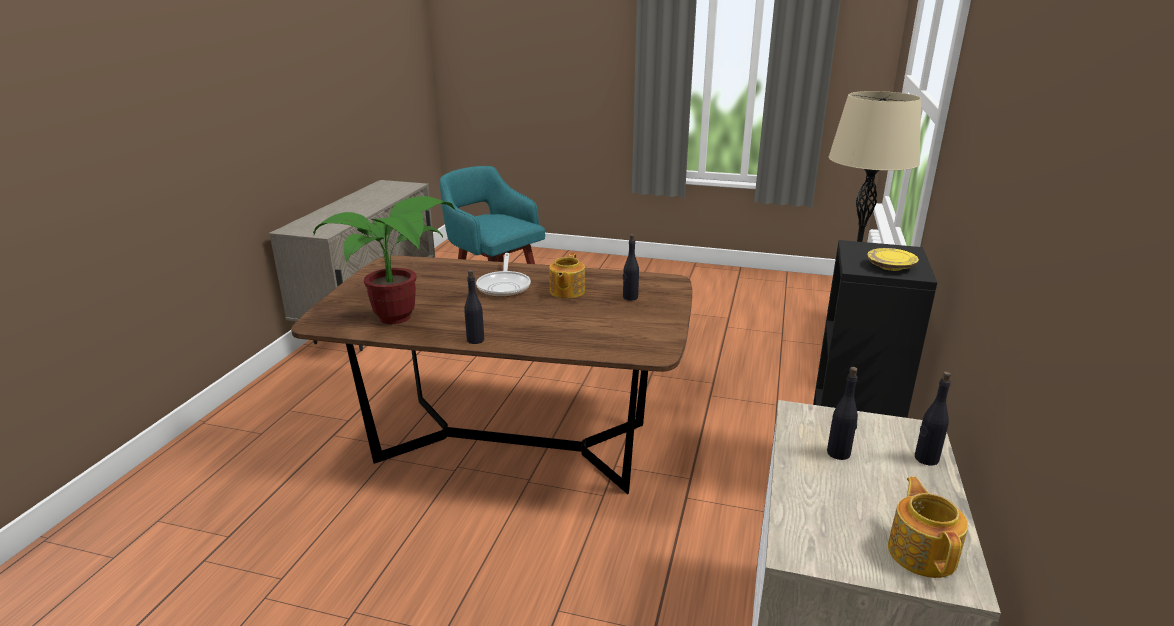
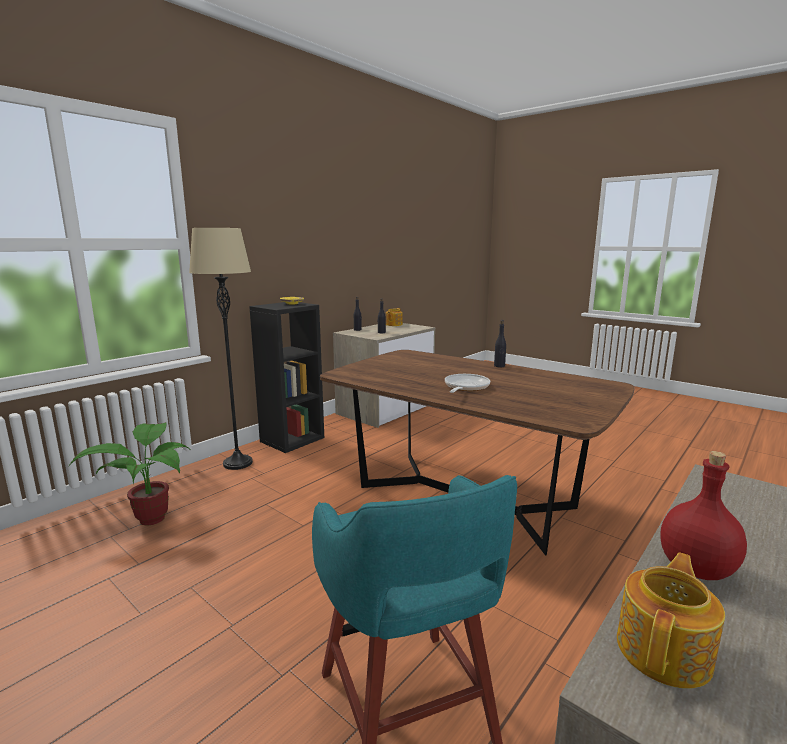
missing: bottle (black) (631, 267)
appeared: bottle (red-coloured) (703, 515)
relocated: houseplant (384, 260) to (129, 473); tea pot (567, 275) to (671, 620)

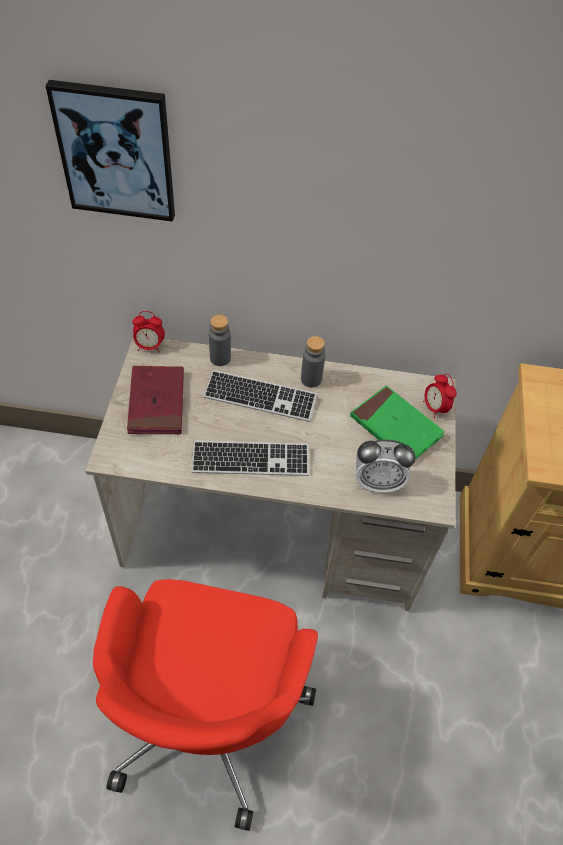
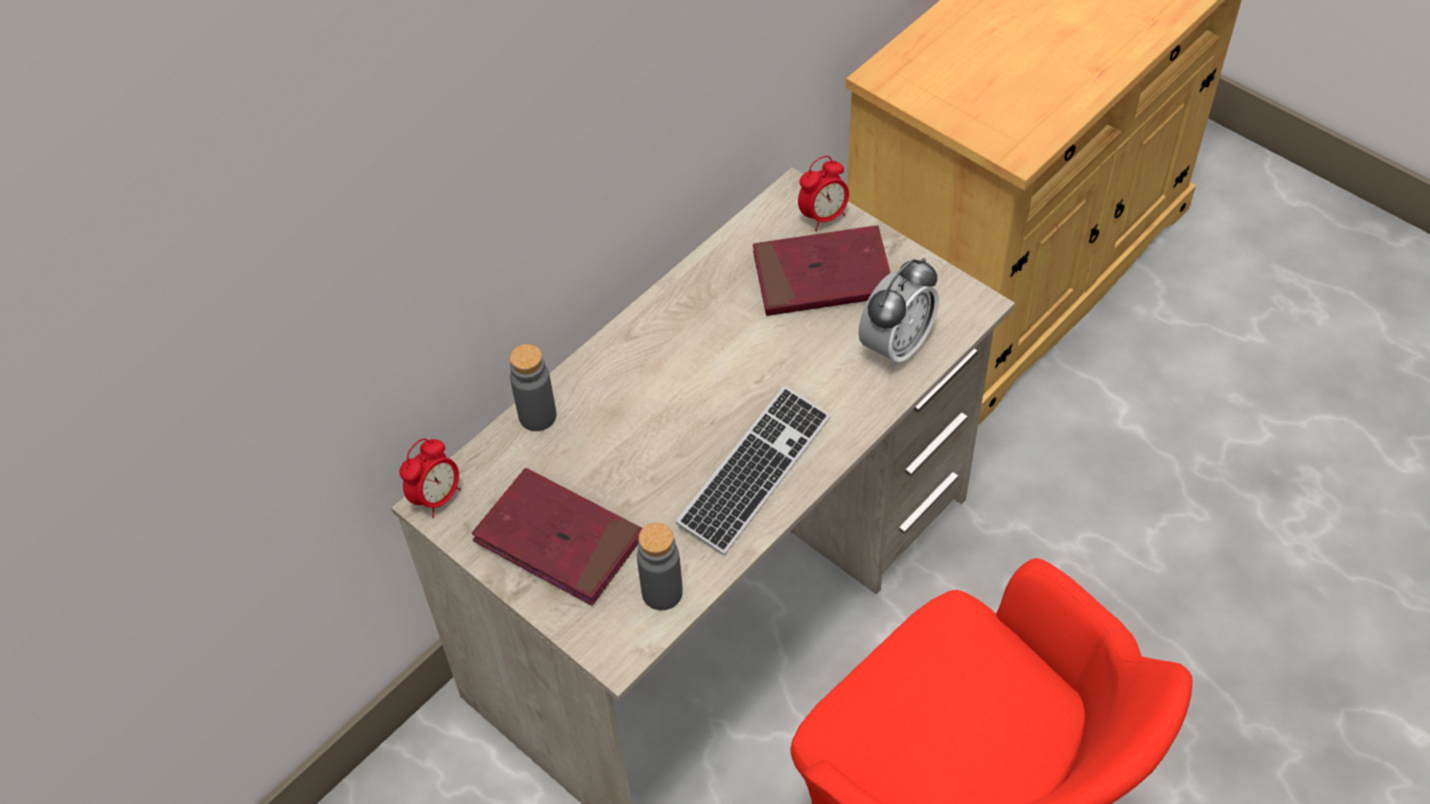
missing: picture (110, 151); keyboard (260, 396)
relocated: bottle (gray) (313, 362) to (660, 566)
colour: volume (green) (397, 422) to volume (red-coloured) (821, 270)
spun: table clock (440, 396) = (823, 193) 45 degrees counterclockwise

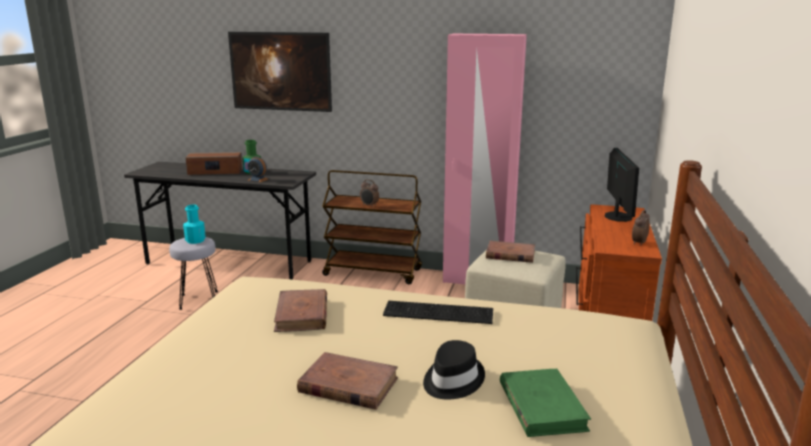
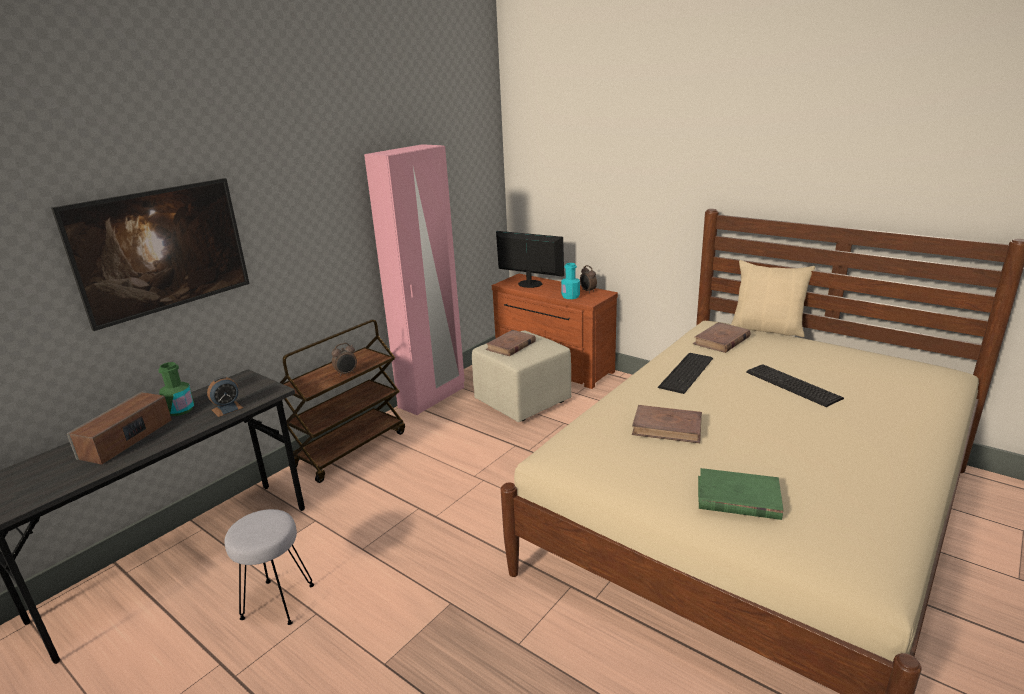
appeared: cushion (beige) (773, 298)
relocated: bottle (turquoise) (194, 224) to (570, 281); volume (brownish) (347, 381) to (722, 337); volume (green) (545, 403) to (740, 494)
exchanged: clothing hat (black) (454, 369) to keyboard (795, 385)

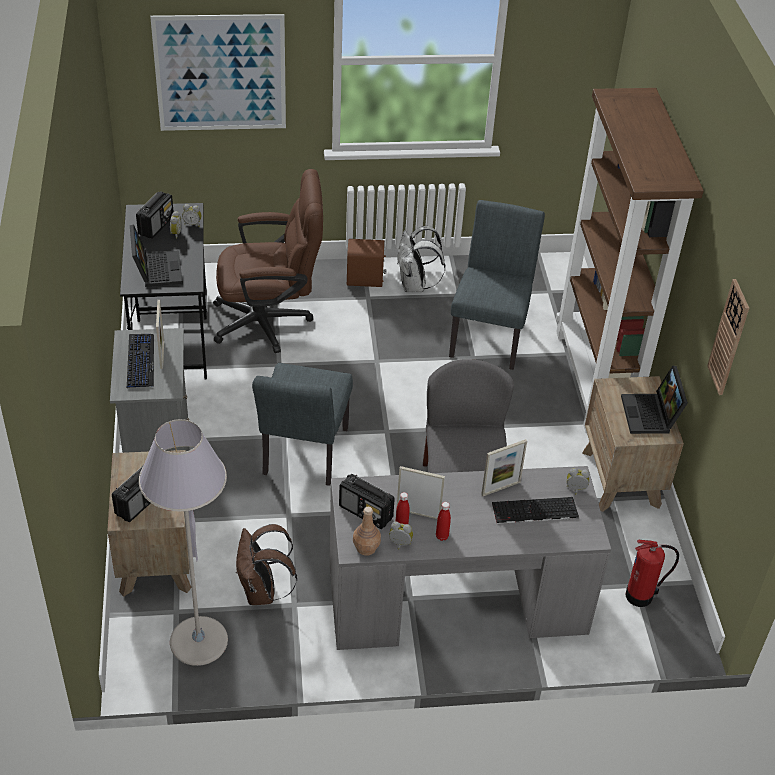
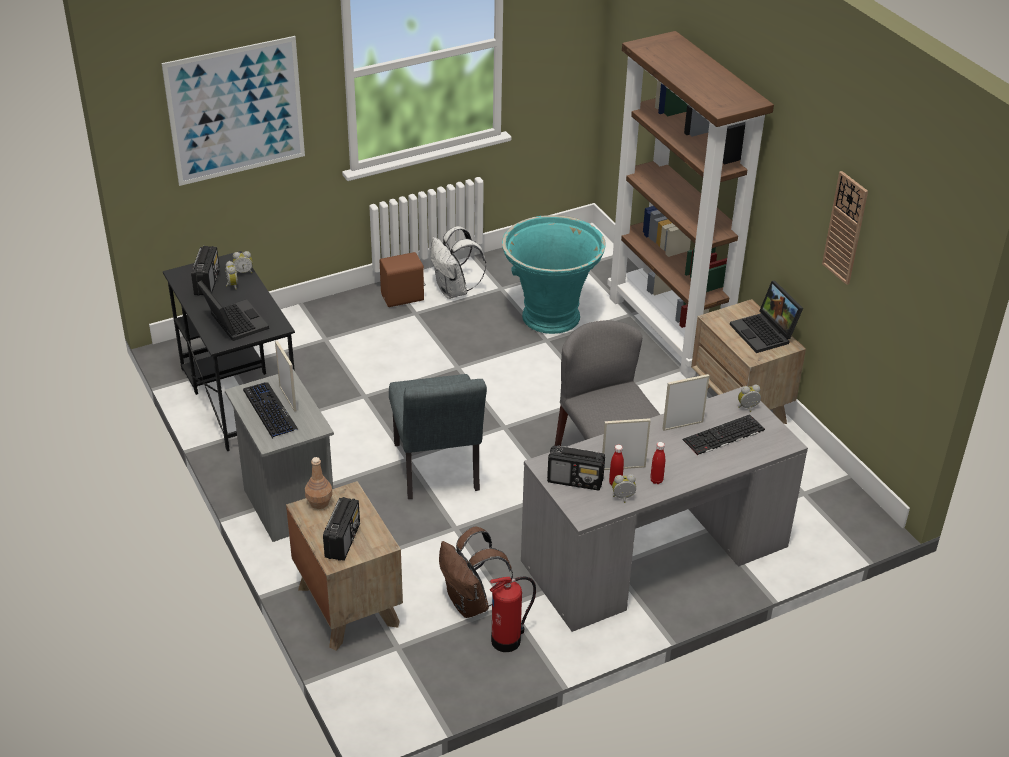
missing: standing lamp (gray) (183, 542); desk chair (brownish) (268, 261)
relocated: bottle (brownish) (367, 531) to (319, 483); extinguisher (652, 573) to (513, 614)
exchanged: upright chair (gray) (497, 285) to flower pot (turquoise) (554, 274)
spun: photo frame (504, 467) = (685, 402) 150 degrees counterclockwise

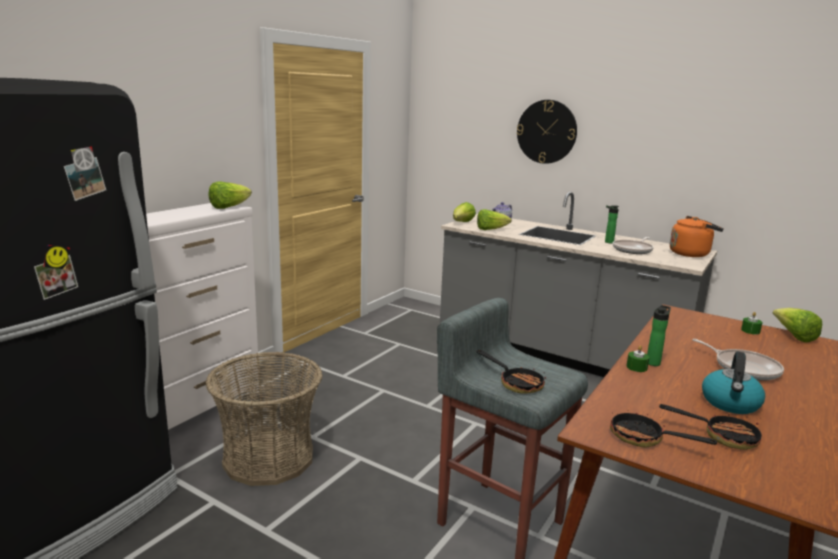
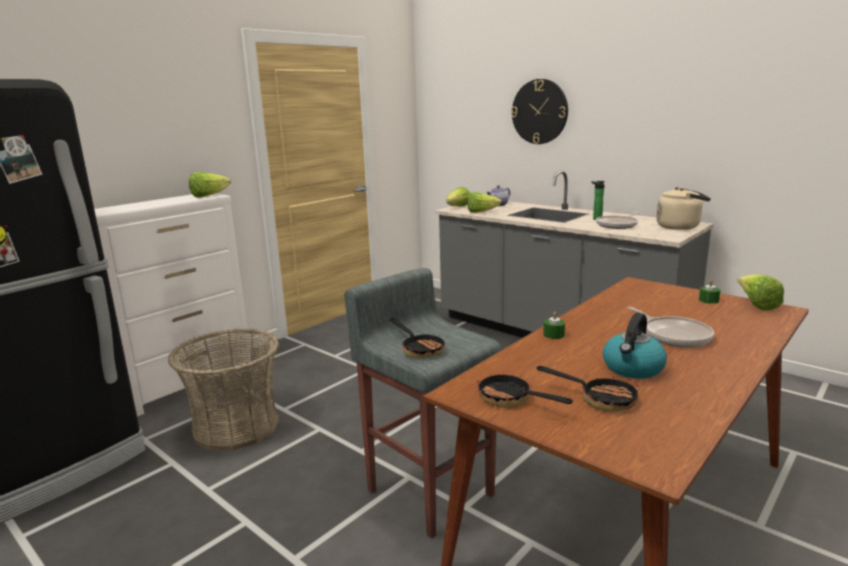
missing: bottle (659, 335)
colour: water kettle (orangey) (696, 236) to water kettle (beige) (684, 208)

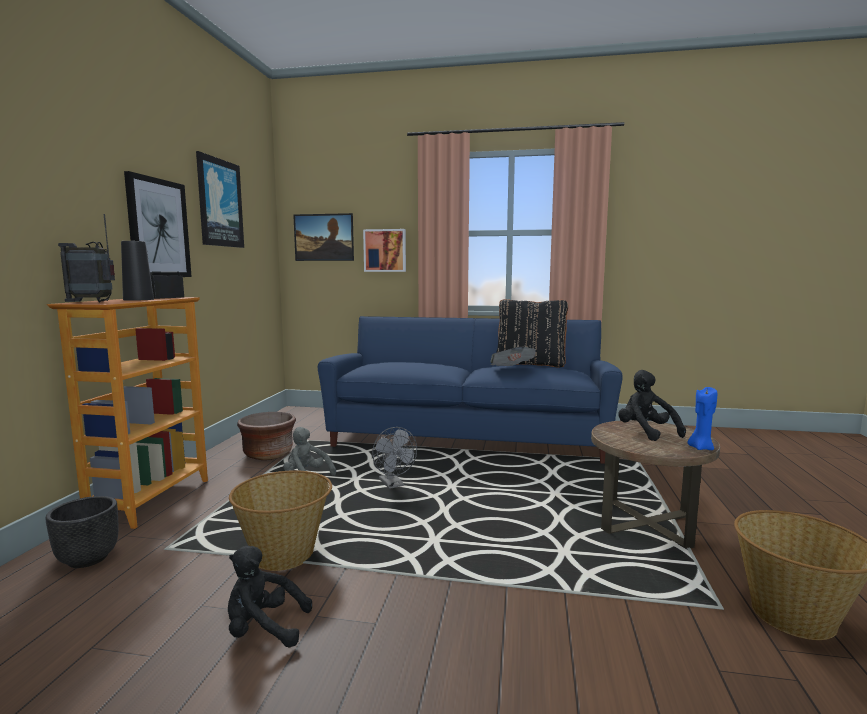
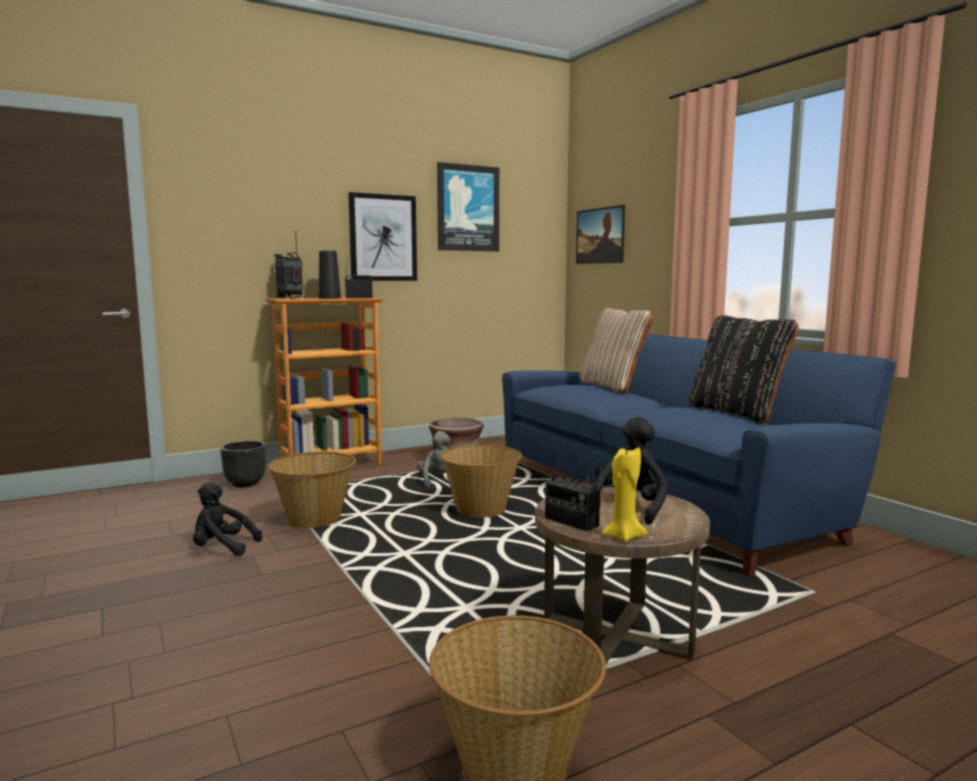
missing: picture (384, 250); newspaper (513, 356)
appeared: radio set (572, 490); cushion (beige) (616, 350)
exchanged: cooling fan (gray) (394, 458) to storage basket (481, 481)
colour: wax candle (blue-coloured) (702, 418) to wax candle (yellowish) (624, 494)
spun: cuddly toy (black) (270, 596) = (227, 519) 45 degrees counterclockwise

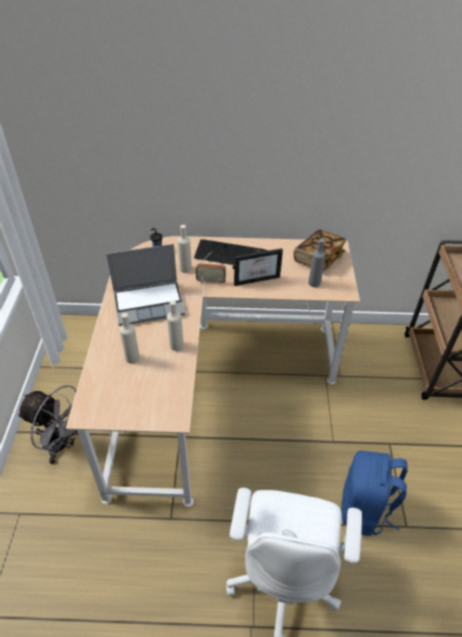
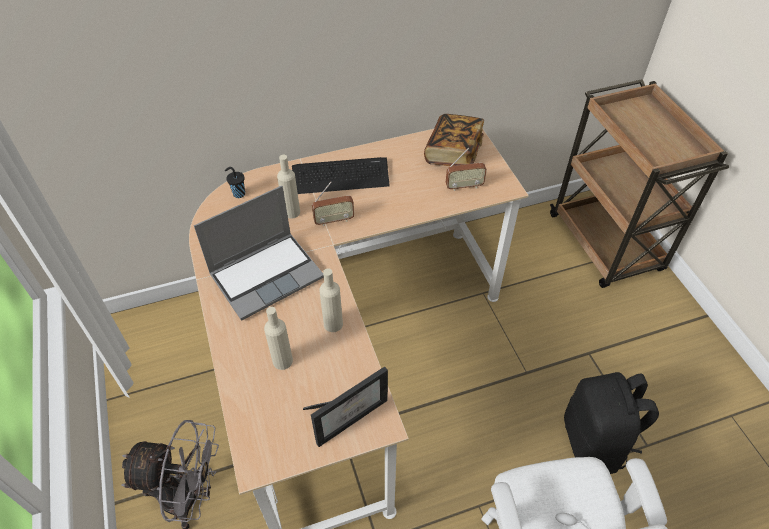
relocated: photo frame (258, 267) to (345, 406)
exchanged: bottle (gray) (317, 263) to radio set (466, 169)
colour: rucksack (blue-coloured) (374, 493) to rucksack (black) (611, 423)

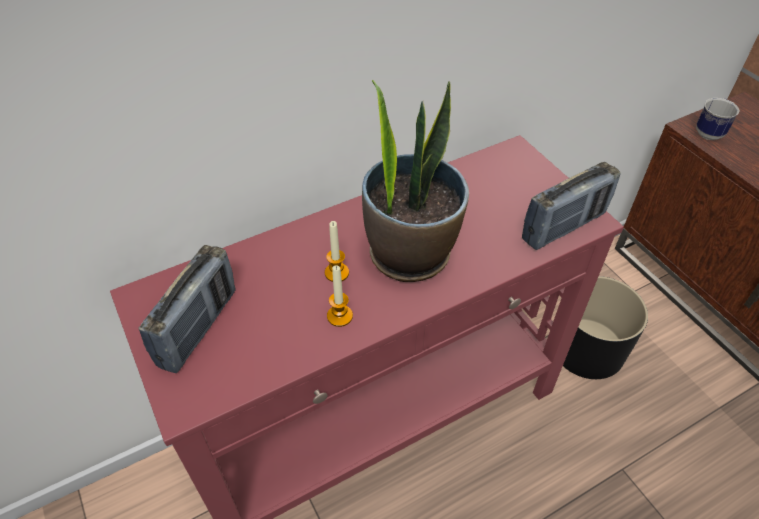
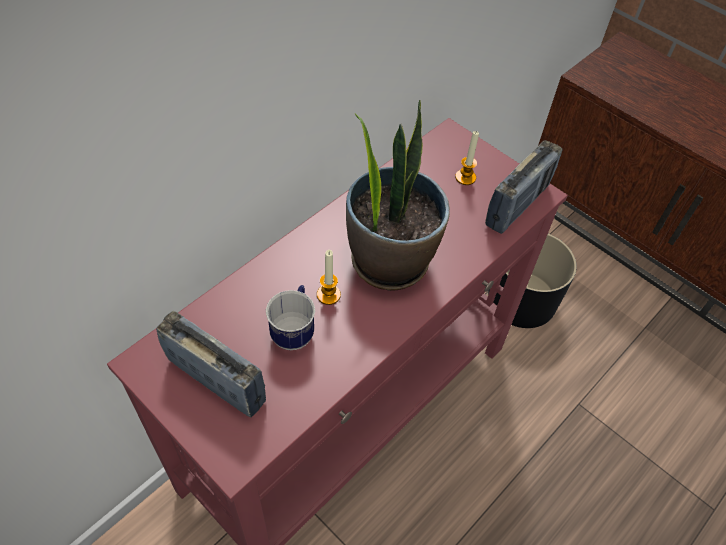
relocated: coffee mug (718, 119) to (290, 317); wax candle (340, 296) to (467, 158)
spun: radio set (187, 309) = (211, 364) 60 degrees counterclockwise

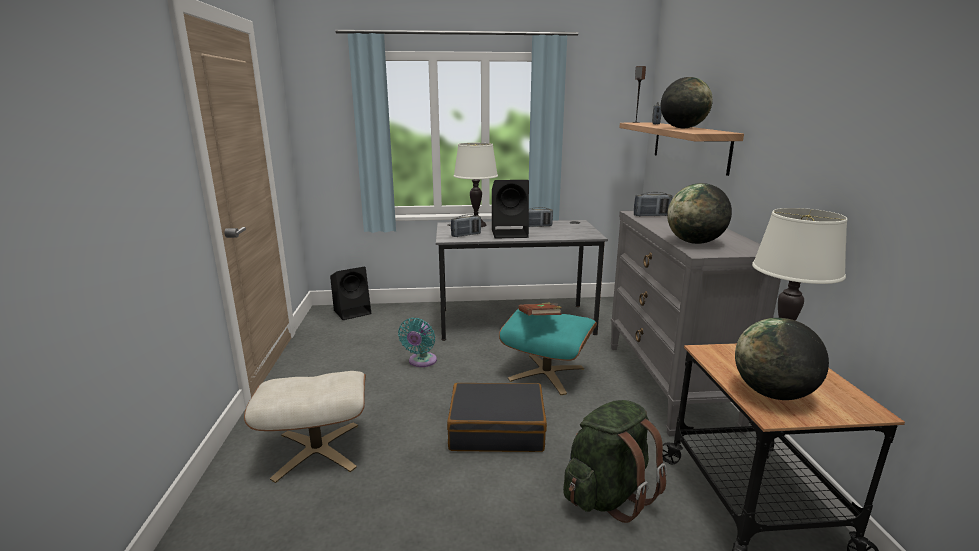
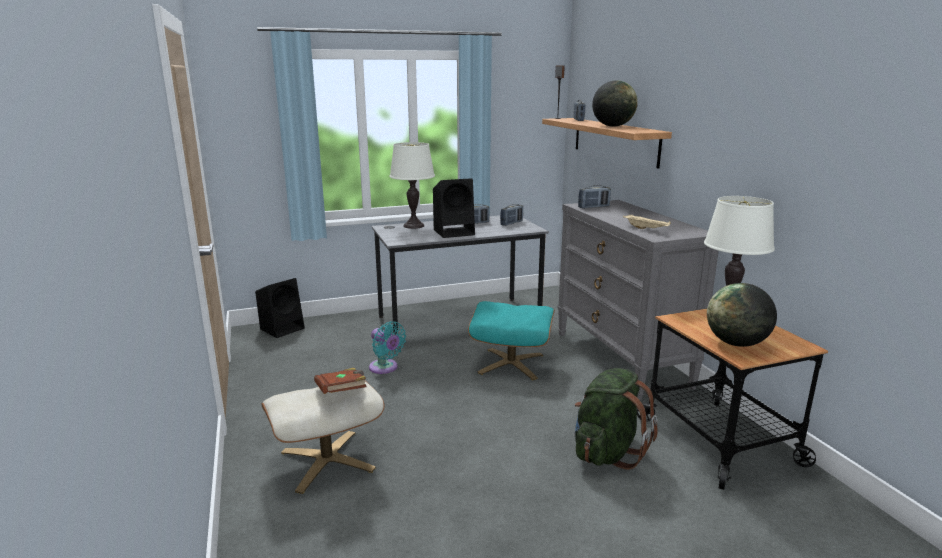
missing: suitcase (black) (497, 417)
relocated: volume (brownish) (540, 309) to (340, 381); radio set (466, 225) to (511, 215)
exchanged: desk globe (699, 213) to serving tray (beige) (647, 221)
spun: cooling fan (turquoise) (417, 342) = (387, 347) 45 degrees counterclockwise

